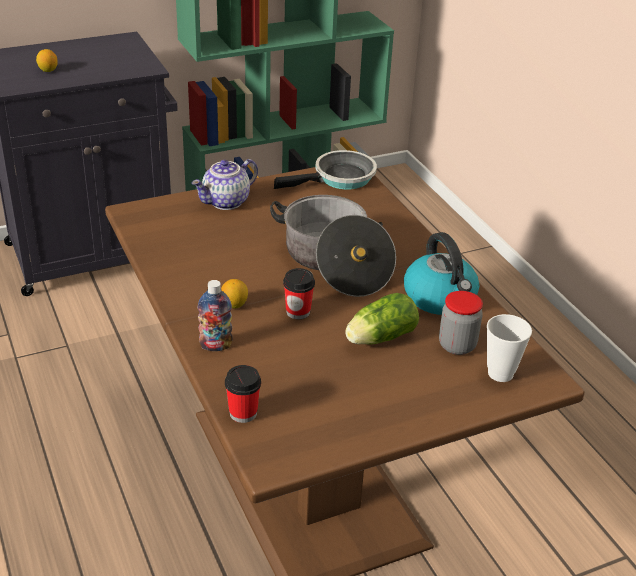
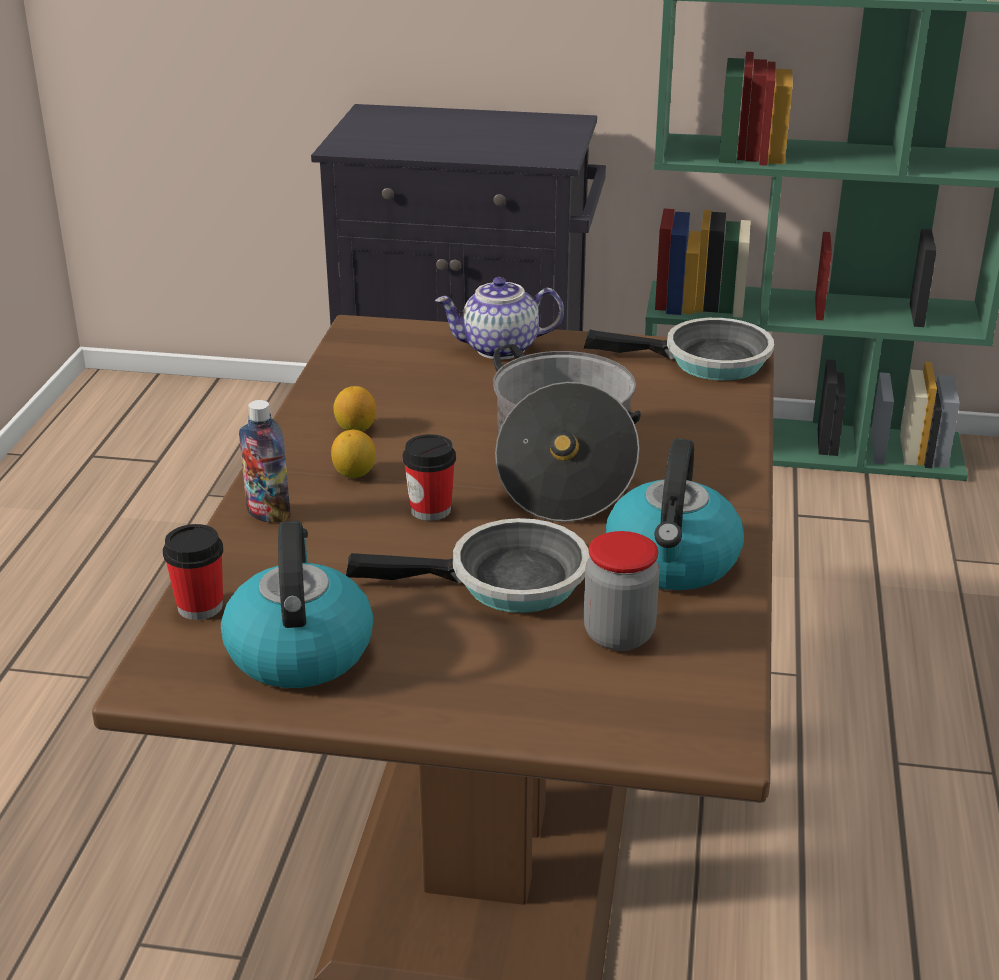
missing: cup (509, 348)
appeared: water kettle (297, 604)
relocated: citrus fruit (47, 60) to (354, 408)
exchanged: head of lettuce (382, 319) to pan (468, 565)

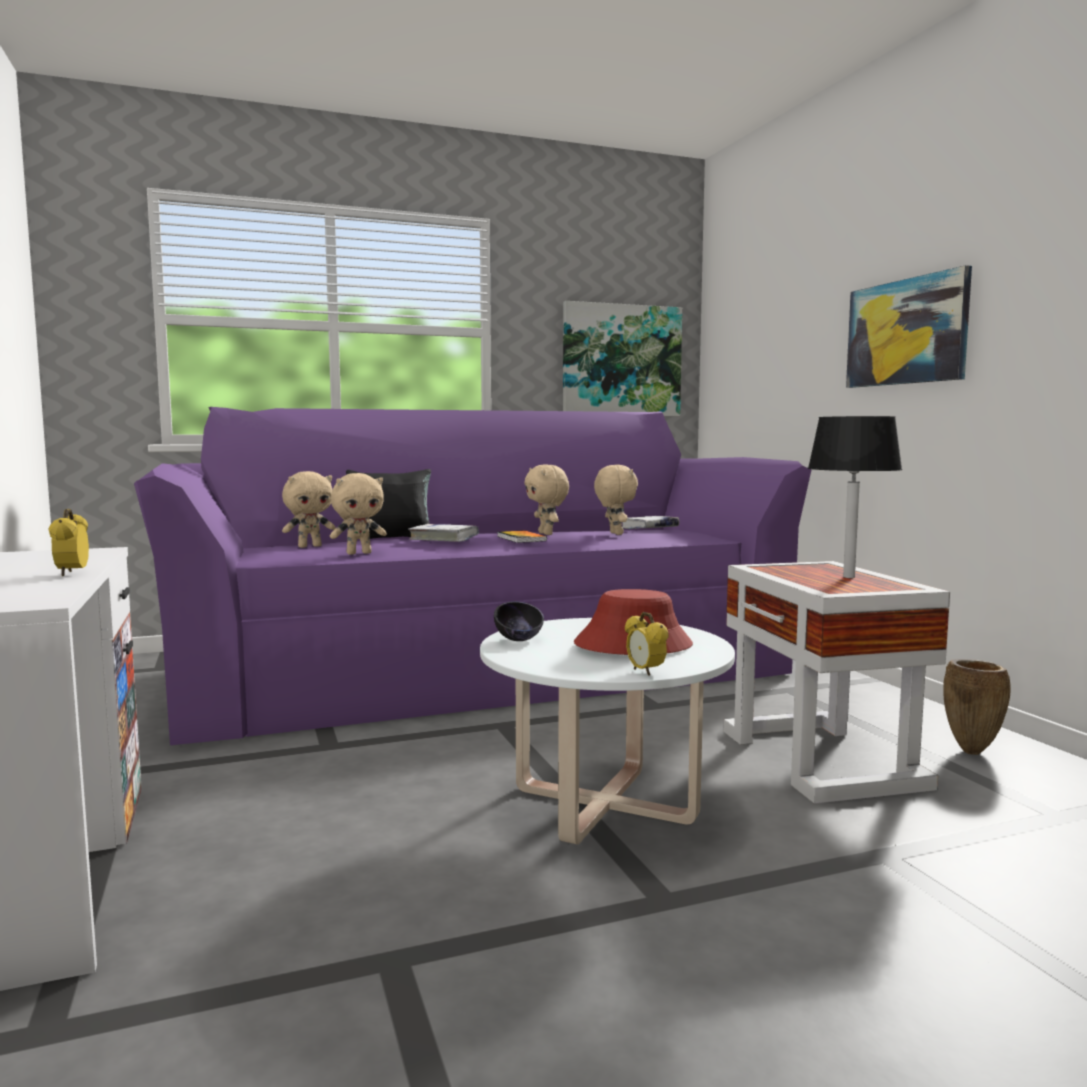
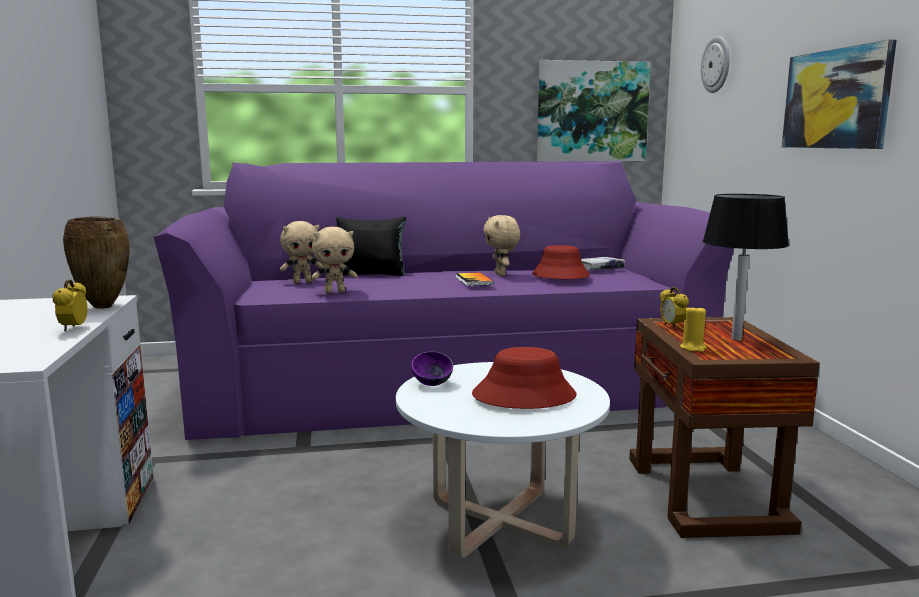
missing: volume (white-coloured) (443, 533)
appeared: wax candle (yellowish) (693, 328); hanging clock (715, 64)
relocated: flower vase (brownish) (977, 707) to (96, 263); table clock (647, 644) to (674, 307)
exchanged: cuddly toy (beige) (616, 500) to clothing hat (red-coloured) (561, 262)
colour: bowl (black) (519, 621) to bowl (purple-coloured) (432, 368); accent table (white-coloured) (836, 682) to accent table (brownish) (724, 427)

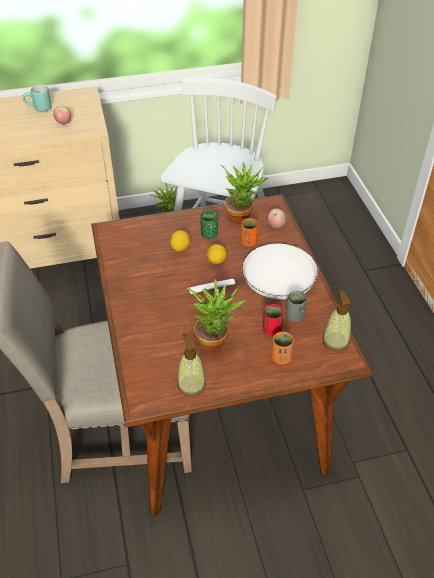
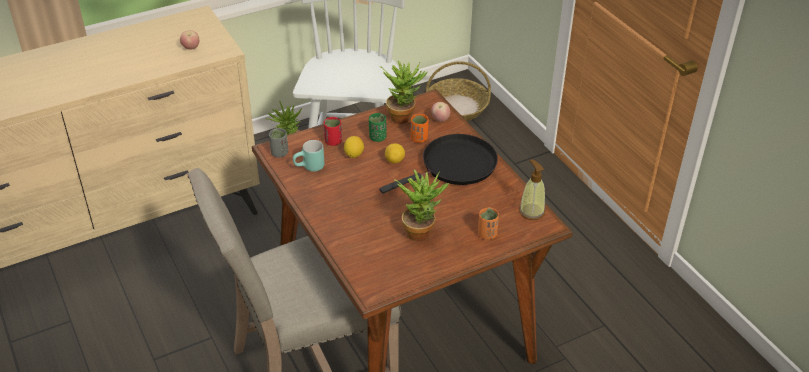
missing: liquid soap bottle (191, 365)
appeared: storage basket (458, 91)
relocated: cup (gray) (296, 306) to (278, 143); coffee mug (turquoise) (37, 98) to (308, 156); cup (red-coloured) (273, 320) to (333, 131)
colour: pan (white-coloured) (253, 271) to pan (black) (438, 164)

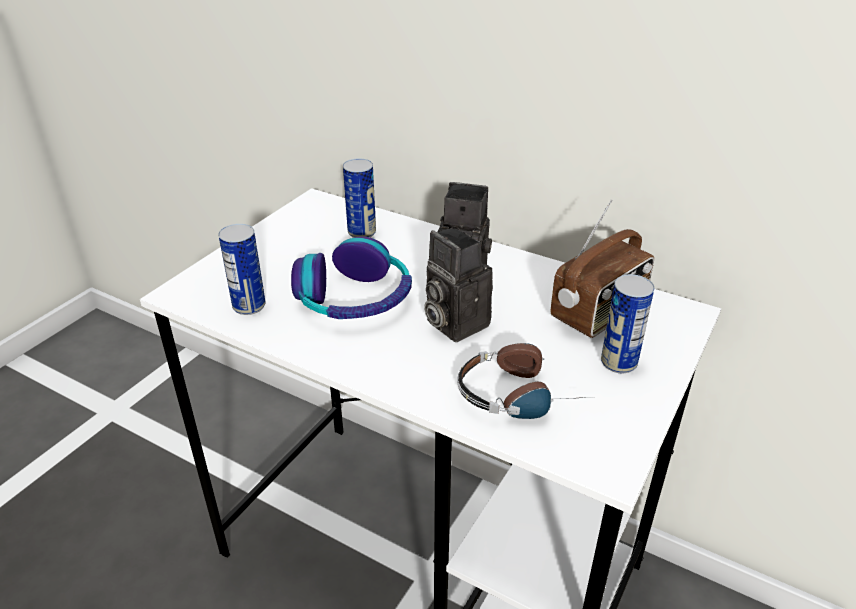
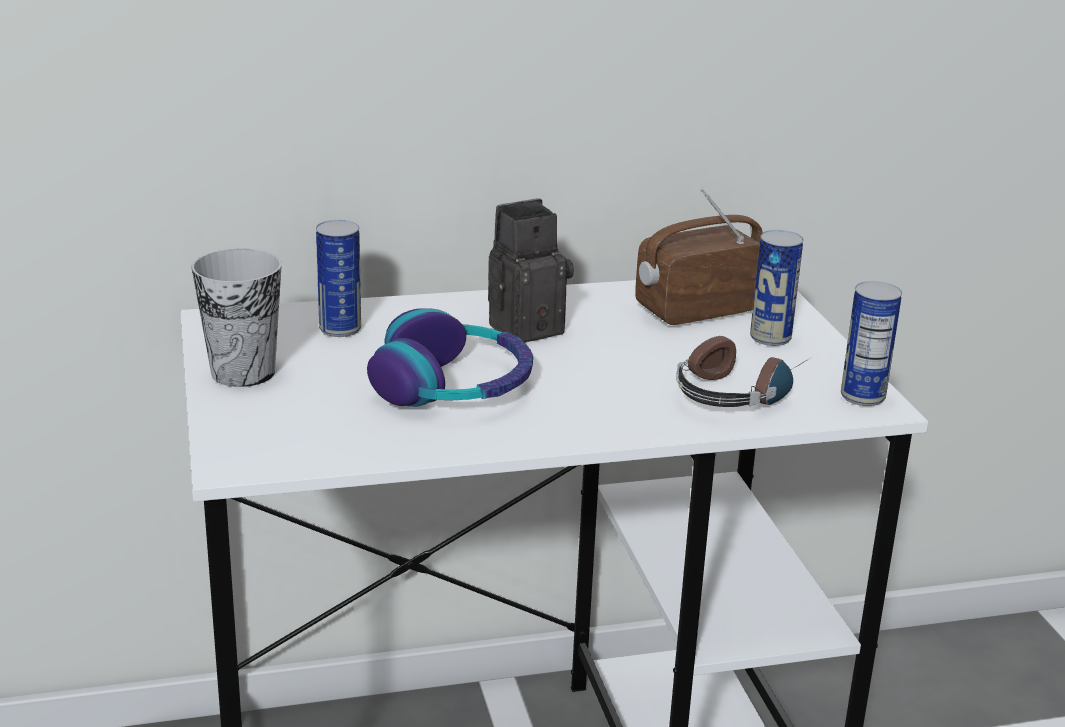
missing: still camera (458, 284)
appeared: cup (237, 317)
relocated: metal can (242, 269) to (871, 343)
spun: radio set (602, 268) = (699, 256) 120 degrees counterclockwise

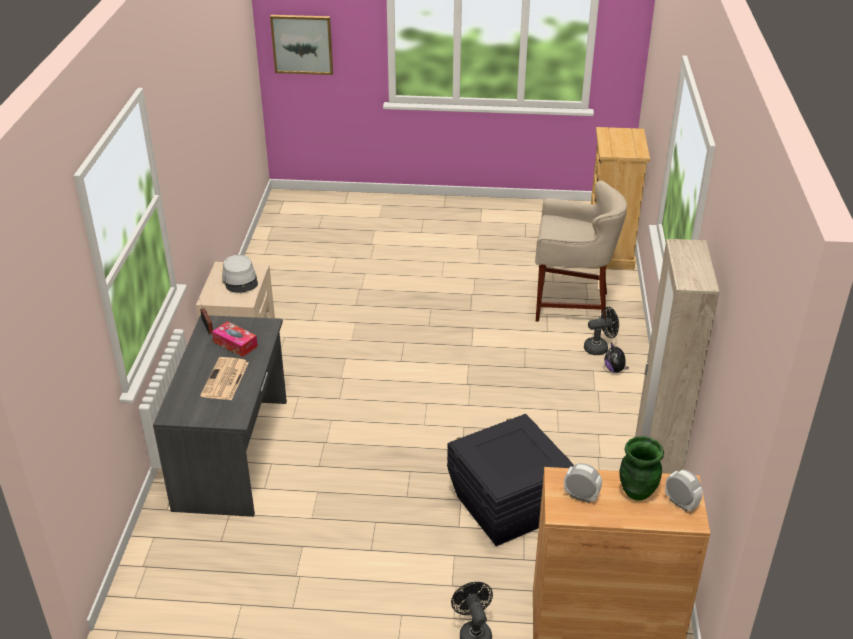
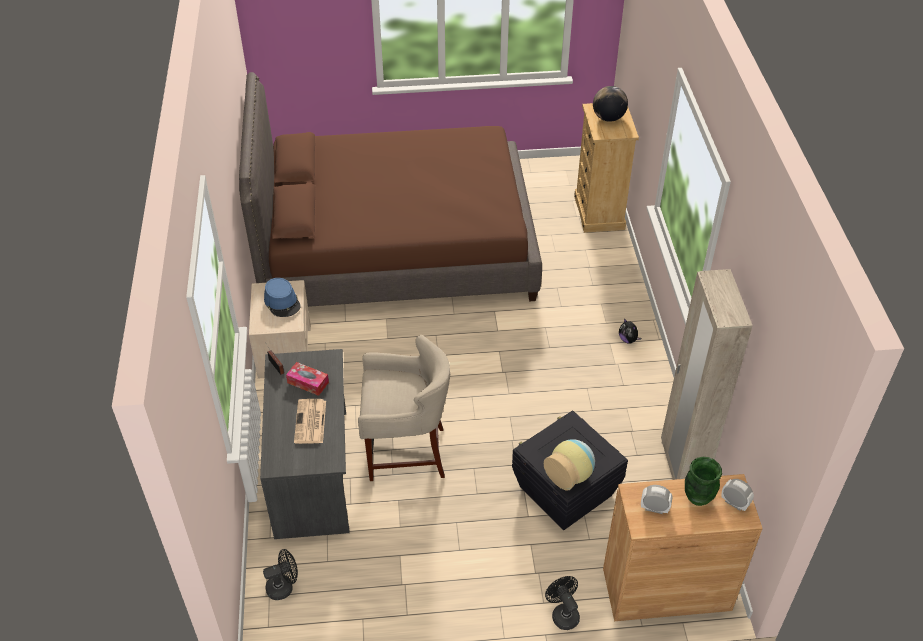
missing: picture (301, 45)
appeared: sleeping bed (brownish) (390, 189); flower vase (569, 464); desk globe (610, 104)
relocated: cooling fan (black) (601, 331) to (280, 574); sitting stool (beige) (581, 251) to (404, 408)
colour: clothing hat (gray) (240, 274) to clothing hat (blue-coloured) (282, 297)

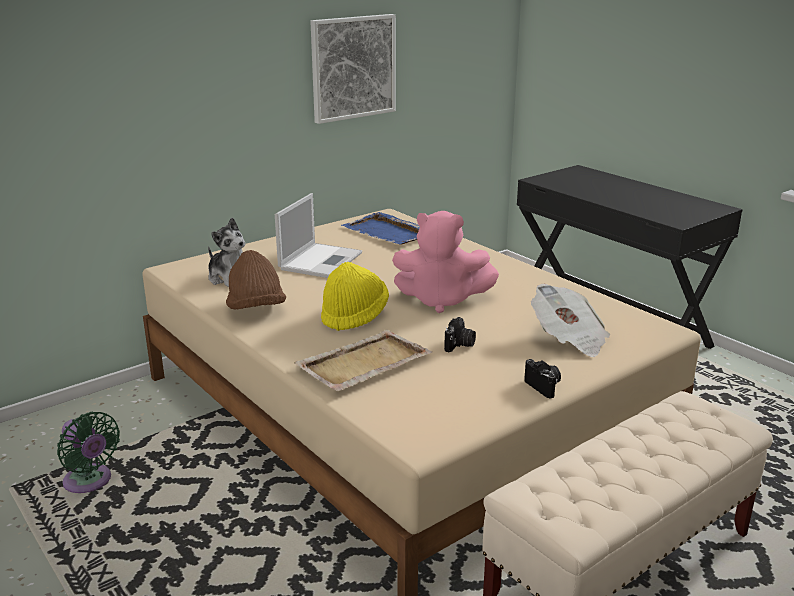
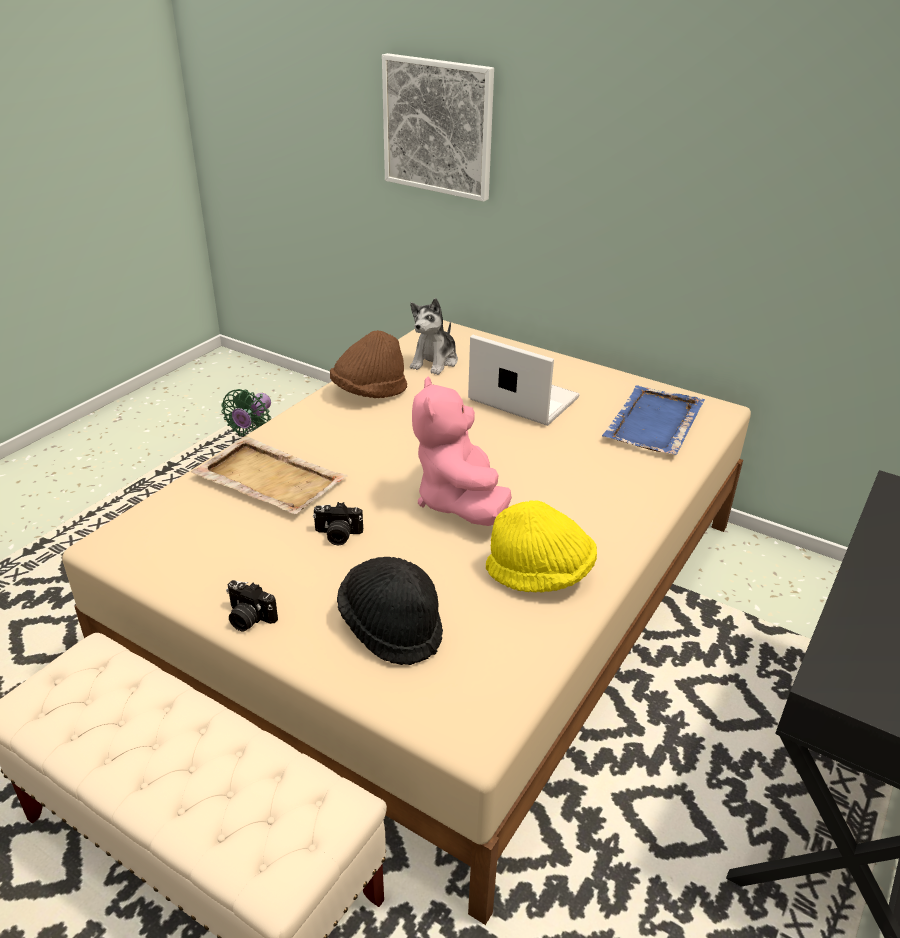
relocated: picture (353, 69) to (438, 127); clothing hat (yellowish) (355, 296) to (541, 546)
exchanged: newspaper (570, 320) to clothing hat (black) (390, 611)
spun: still camera (542, 379) = (252, 606) 75 degrees clockwise; portable computer (318, 235) = (524, 380) 150 degrees counterclockwise

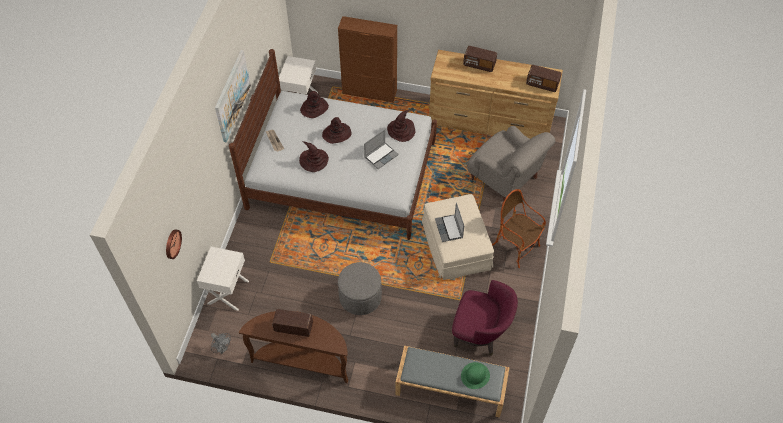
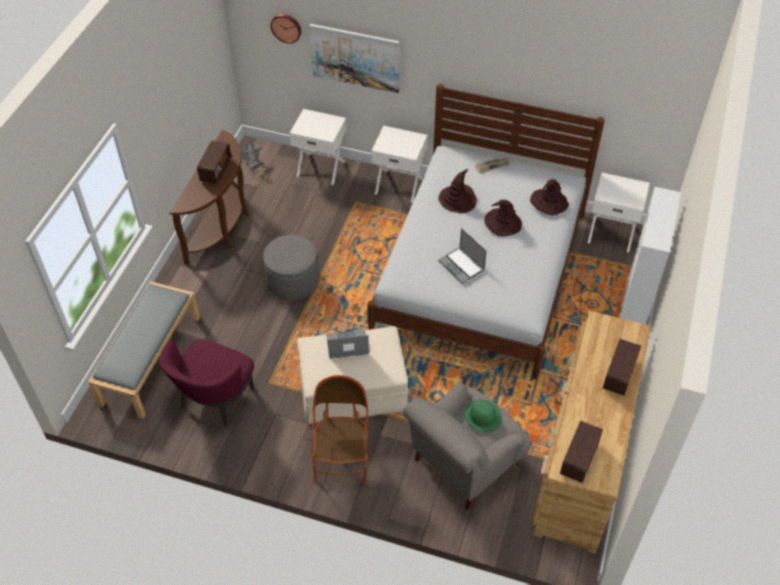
missing: clothing hat (brownish) (401, 126)
appeared: bedside table (white-coloured) (399, 164)
relocated: picture (233, 96) to (354, 58); clothing hat (green) (475, 375) to (483, 416)
colour: cabinet (brownish) (367, 59) to cabinet (white-coloured) (650, 255)
spun: lounge chair (519, 228) = (340, 430) 45 degrees counterclockwise

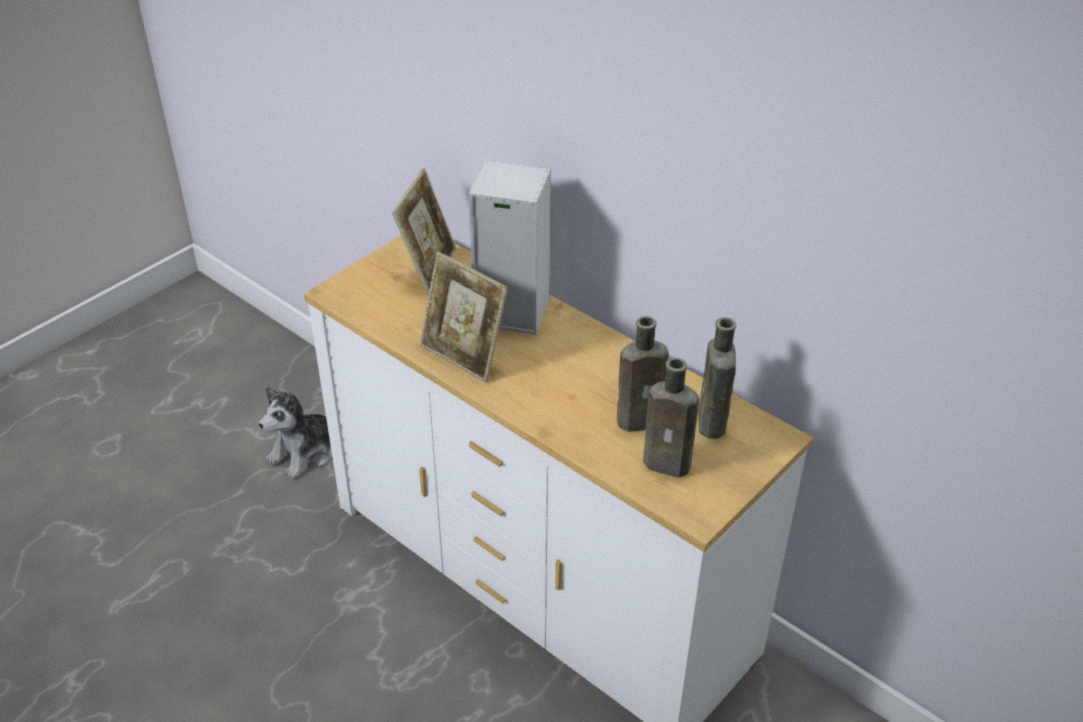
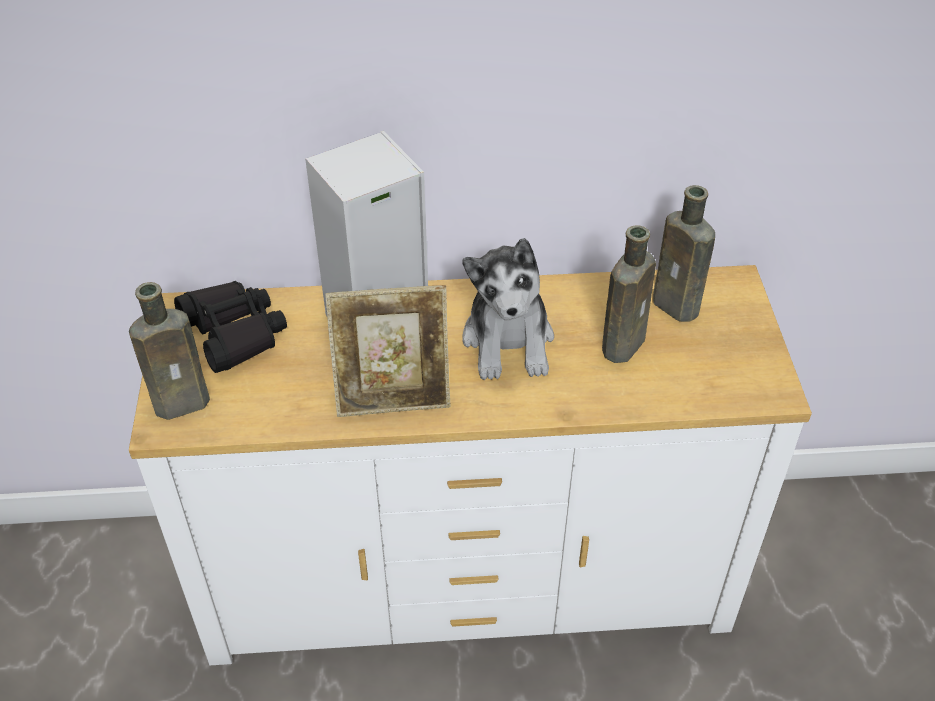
relocated: bottle (brownish) (671, 418) to (173, 351); cuddly toy (295, 432) to (508, 309)
exchanged: photo frame (424, 231) to pair of binoculars (black) (230, 327)

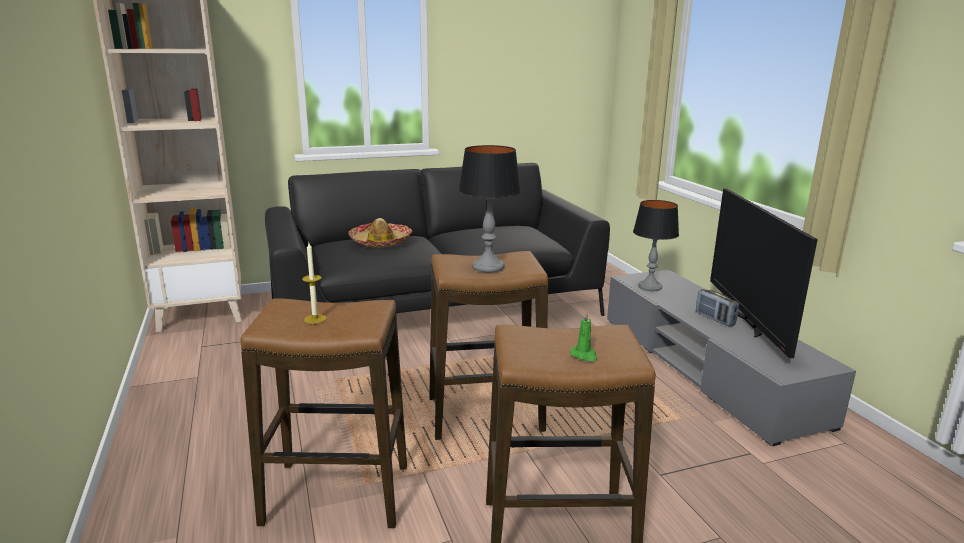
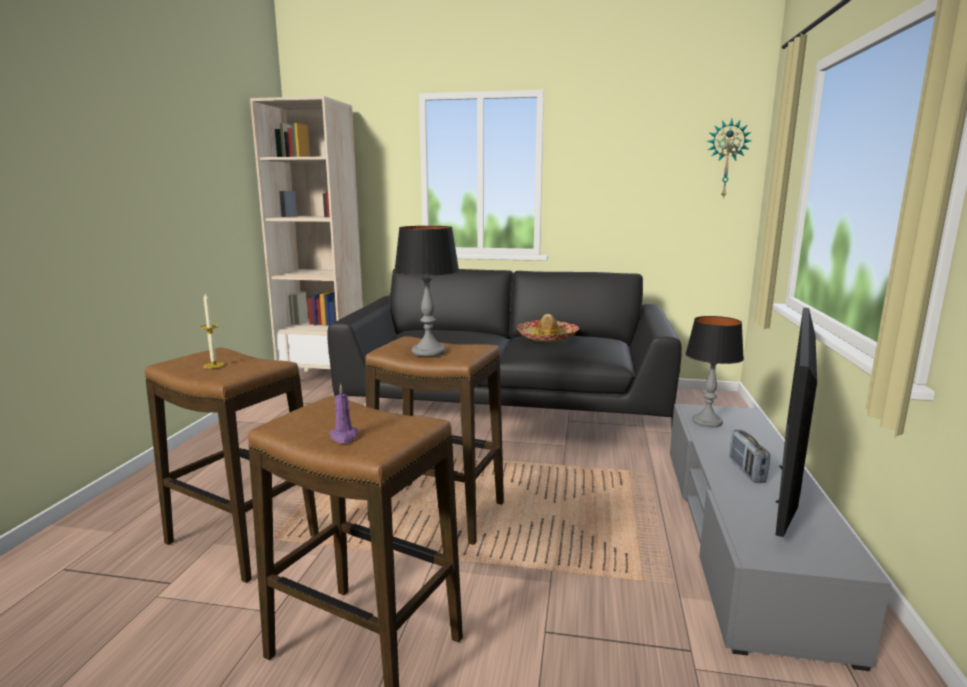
appeared: hanging clock (729, 159)
relocated: clothing hat (380, 233) to (548, 328)
colour: wax candle (green) (583, 336) to wax candle (purple-coloured) (344, 413)

